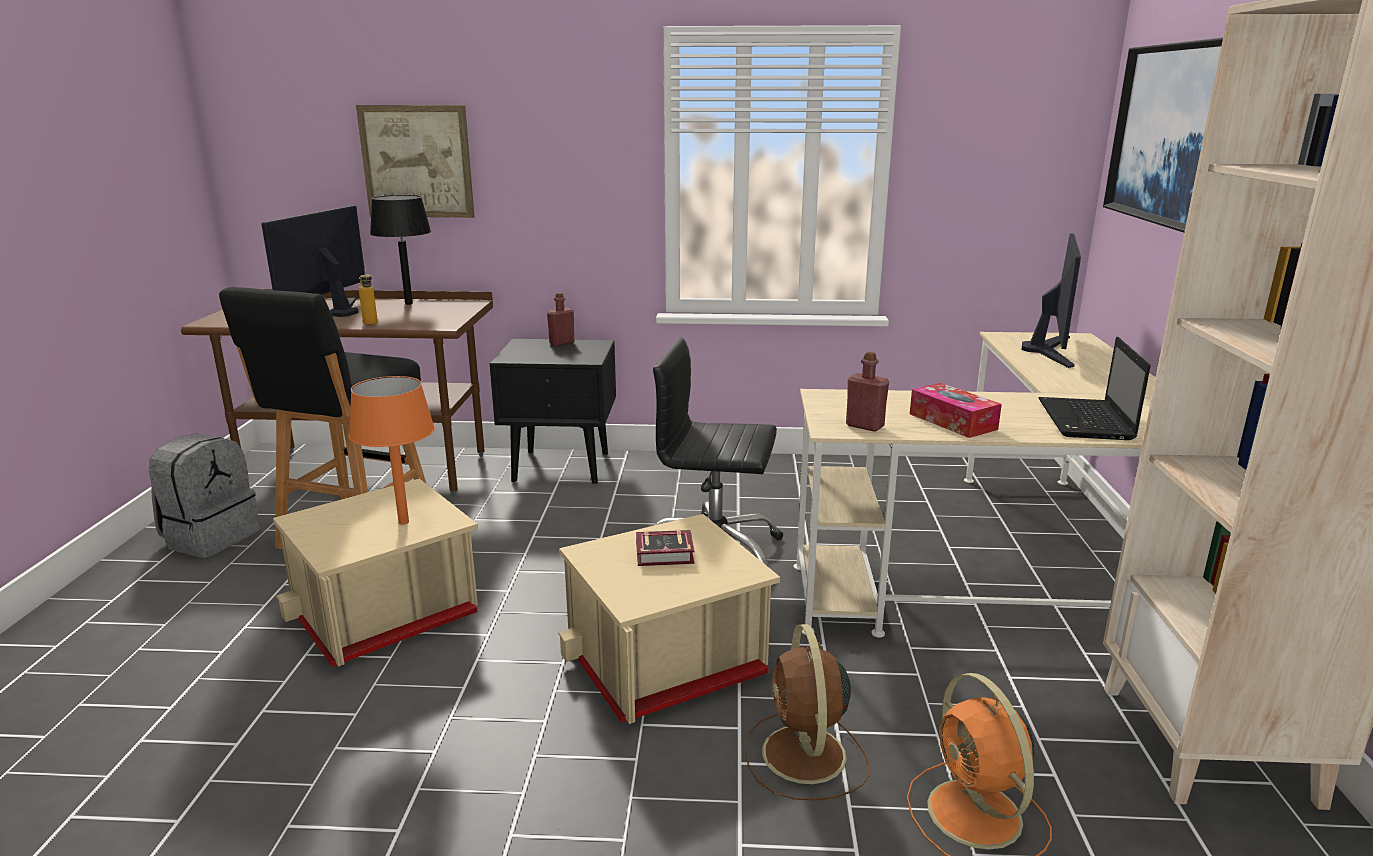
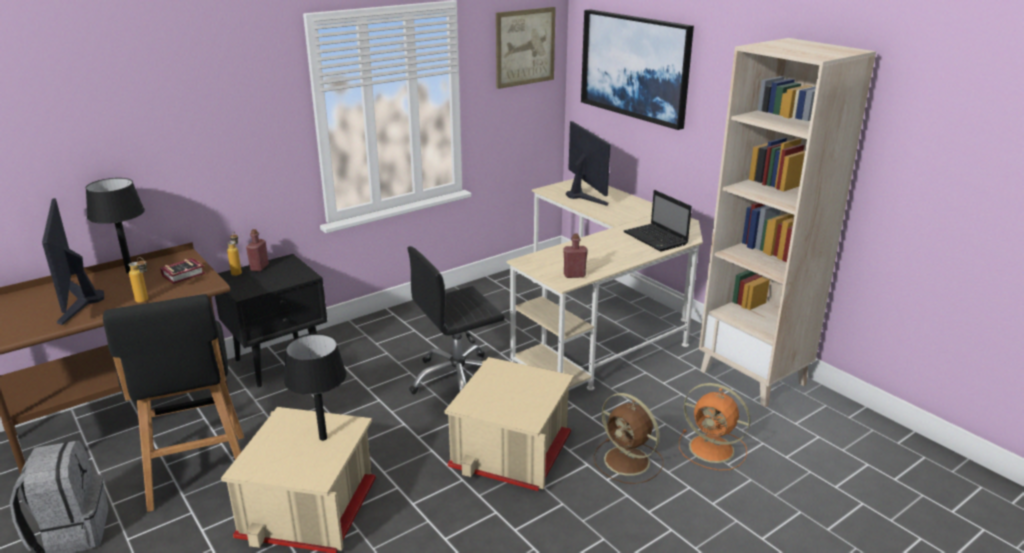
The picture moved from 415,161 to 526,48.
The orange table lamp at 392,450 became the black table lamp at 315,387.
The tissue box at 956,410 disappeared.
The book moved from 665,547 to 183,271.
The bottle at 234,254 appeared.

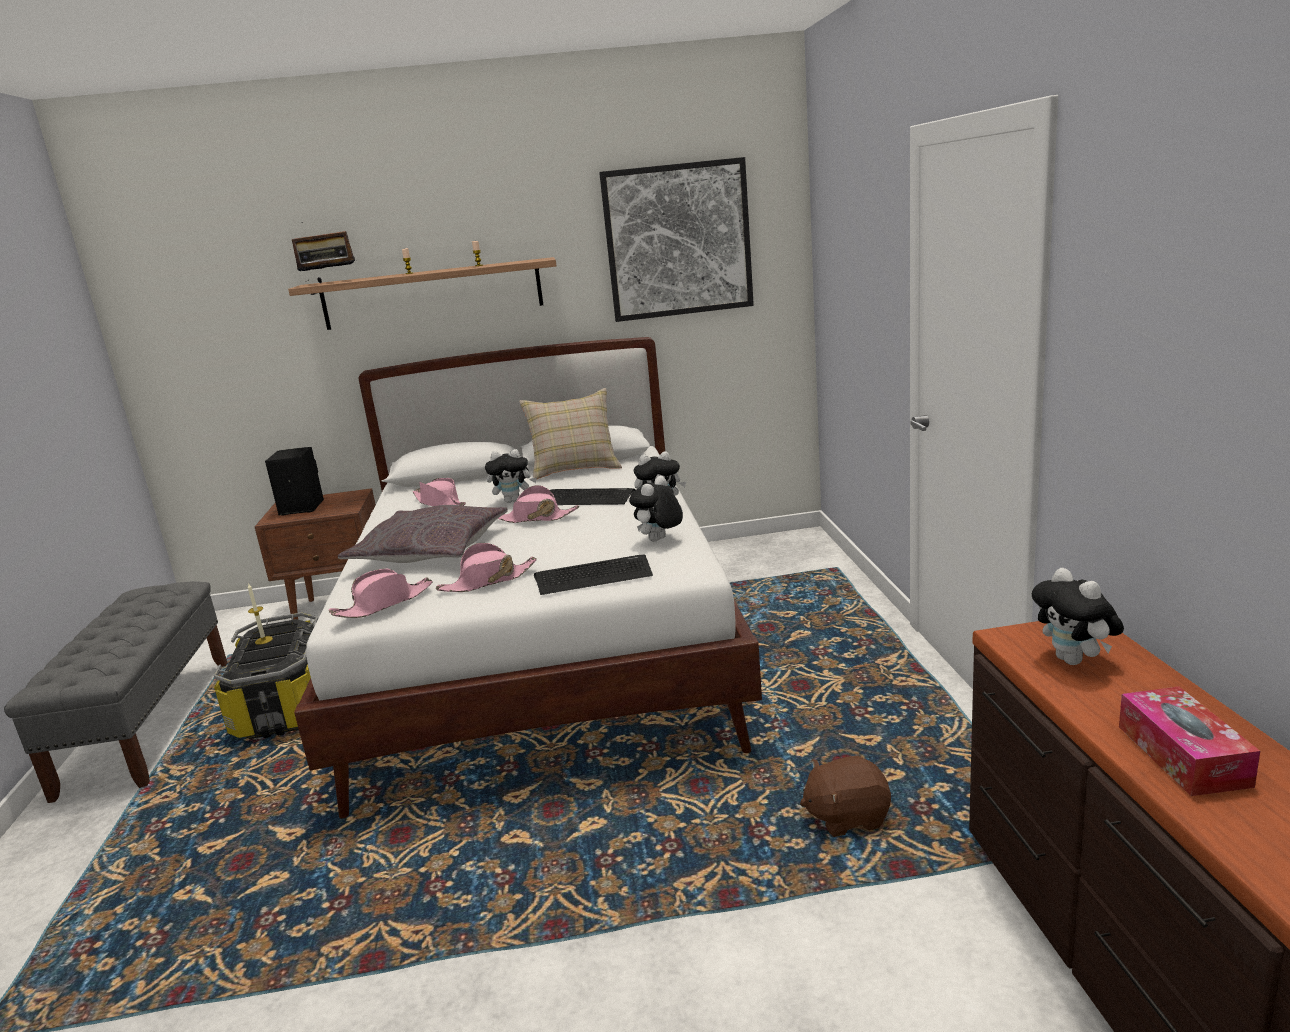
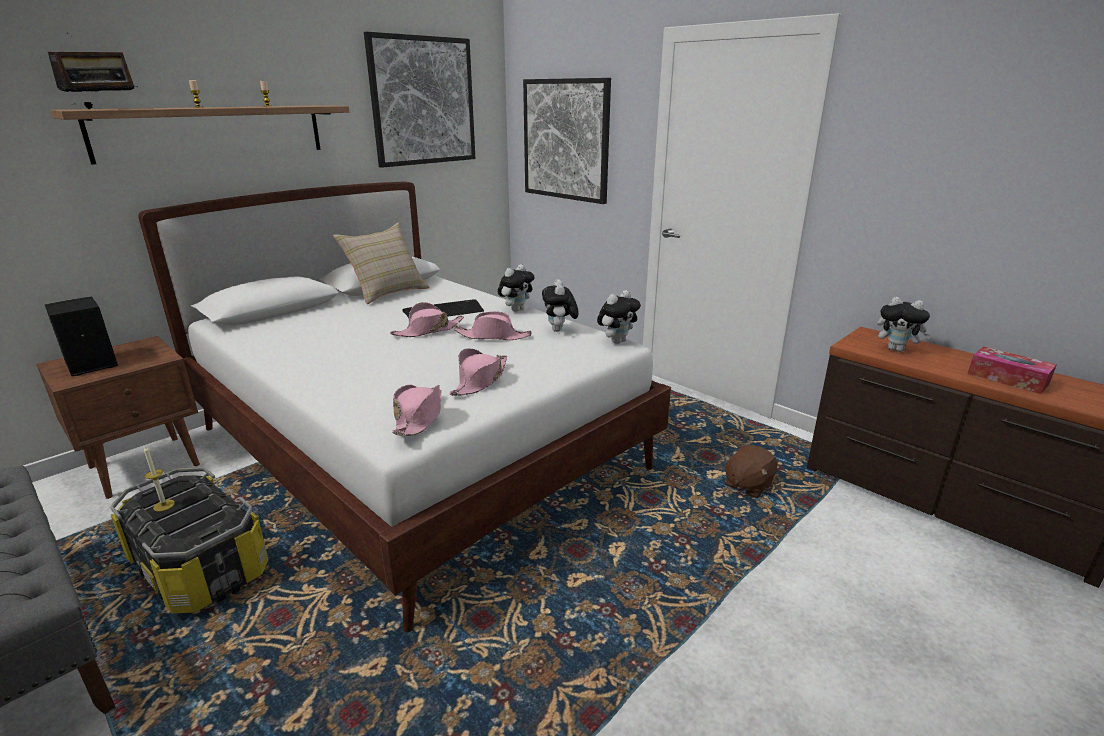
The plush toy moved from 511,476 to 619,317.
The pink hat moved from 439,492 to 492,325.
The grey pillow at 423,534 disappeared.
The keyboard at 593,575 disappeared.
The picture at 567,141 appeared.

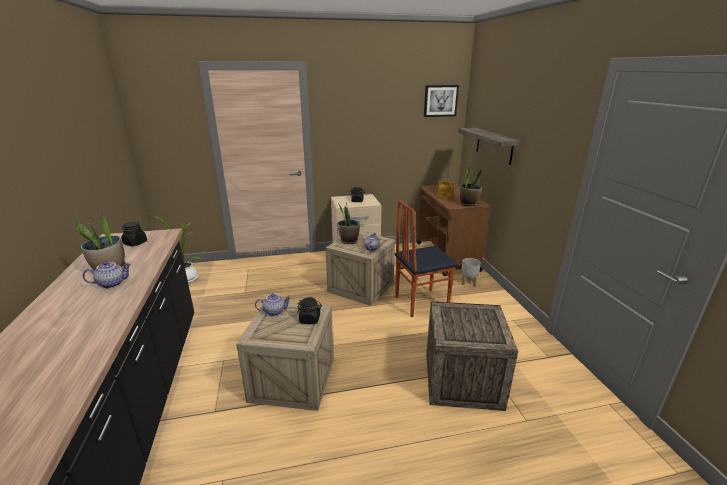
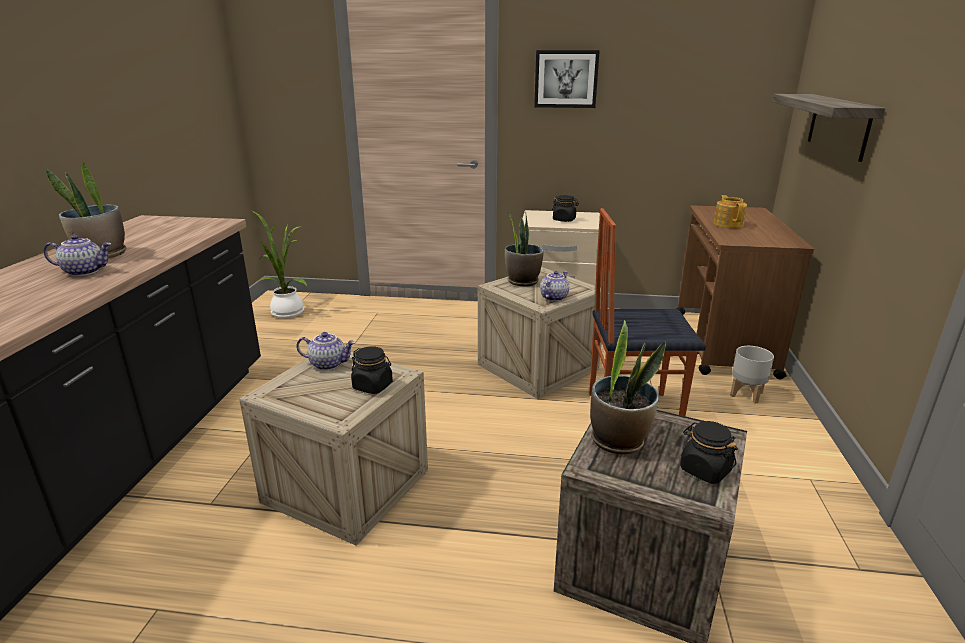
The picture moved from 441,101 to 567,79.
The potted plant moved from 471,186 to 628,387.
The black jar moved from 134,234 to 709,452.

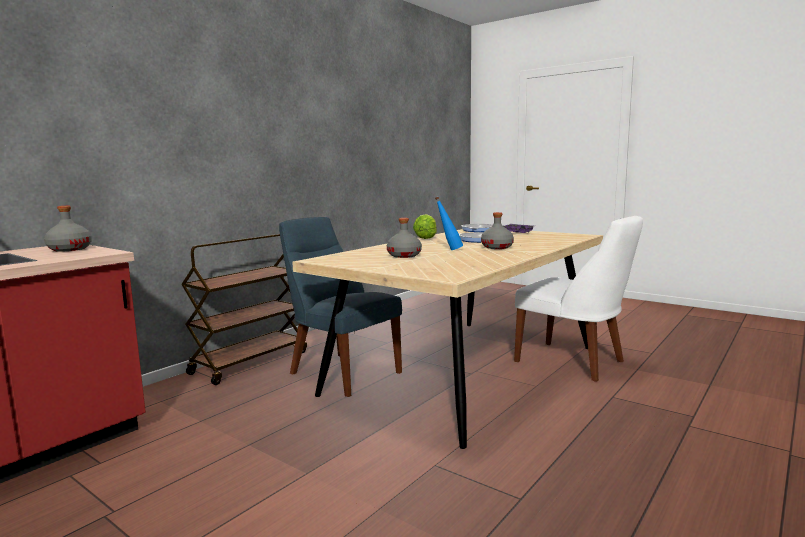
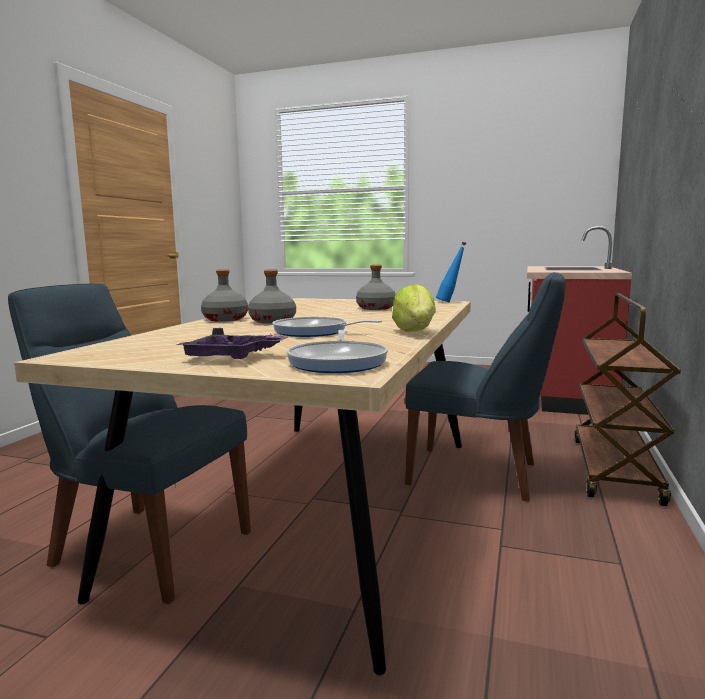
The blue bottle moved from 449,223 to 451,272.
The grey bottle moved from 68,229 to 224,295.
The white chair at 578,299 became the blue chair at 129,444.

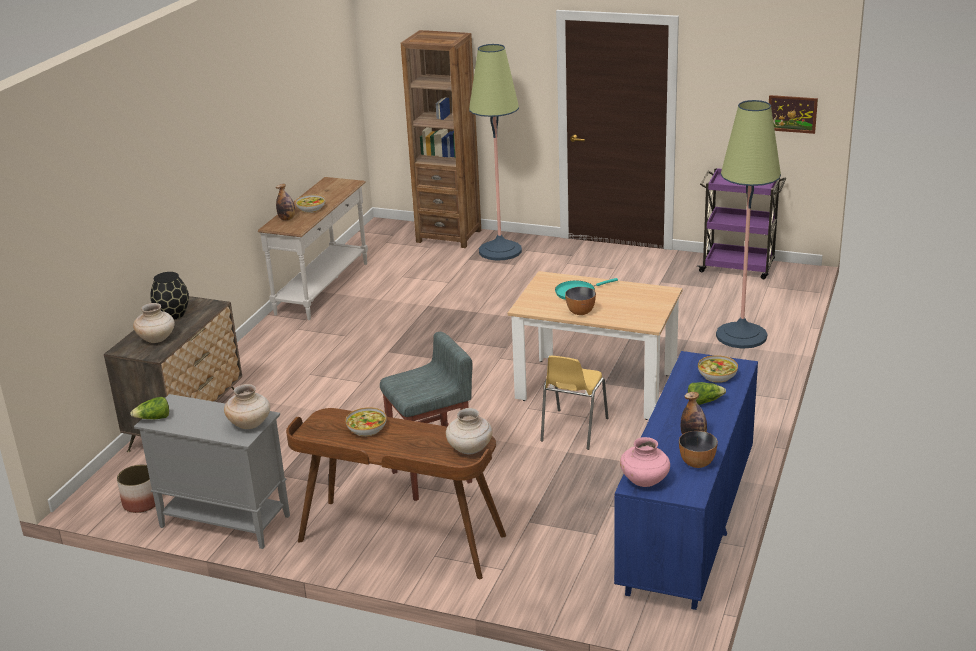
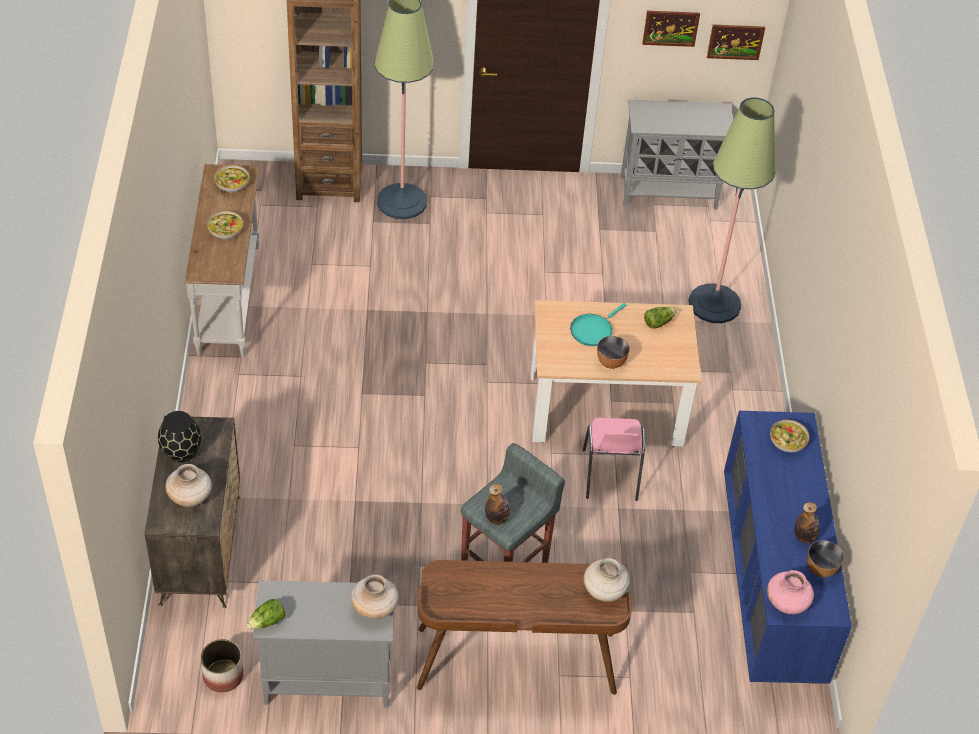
The purple cart at 741,223 was replaced by the grey cabinet at 677,155.
The bottle moved from 285,202 to 497,504.
The yellow chair at 574,403 became the pink chair at 614,459.
The lettuce moved from 707,393 to 660,318.
The bowl moved from 366,422 to 231,178.
The picture at 671,29 appeared.

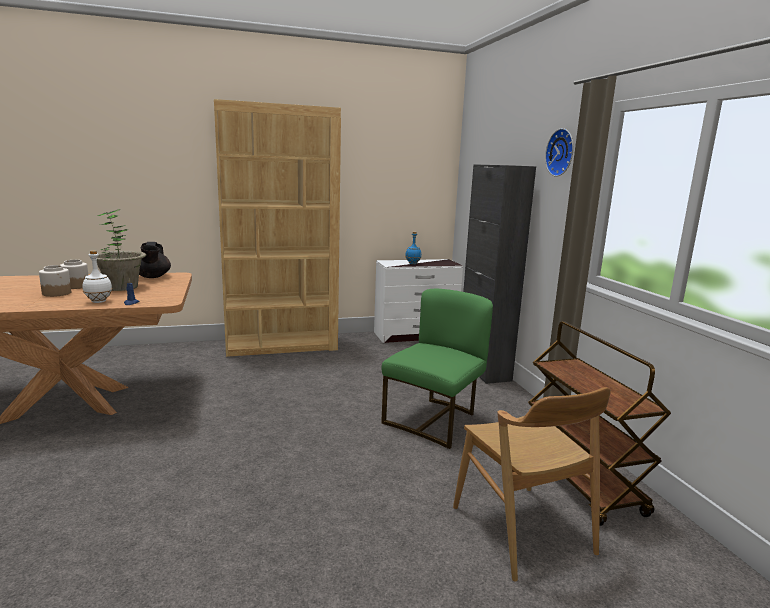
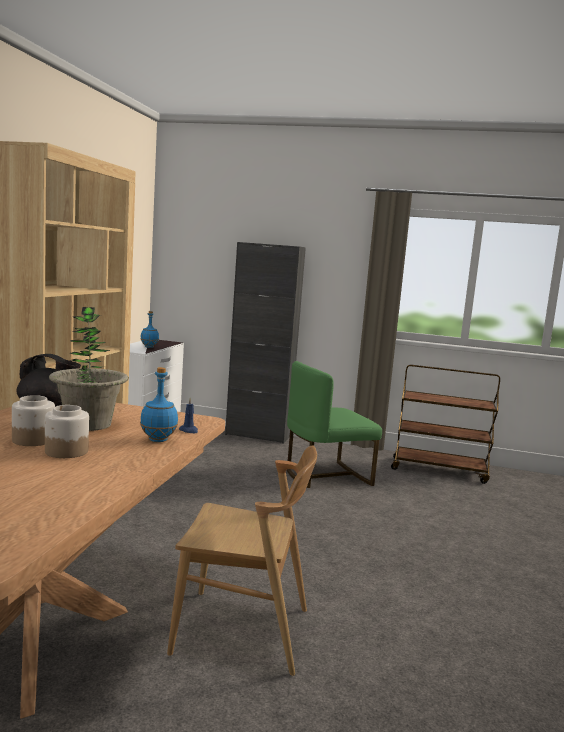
The wall clock at 559,152 disappeared.
The white bottle at 97,277 became the blue bottle at 159,404.
The green chair at 437,369 turned 90 degrees counterclockwise.
The brown chair moved from 532,484 to 242,560.

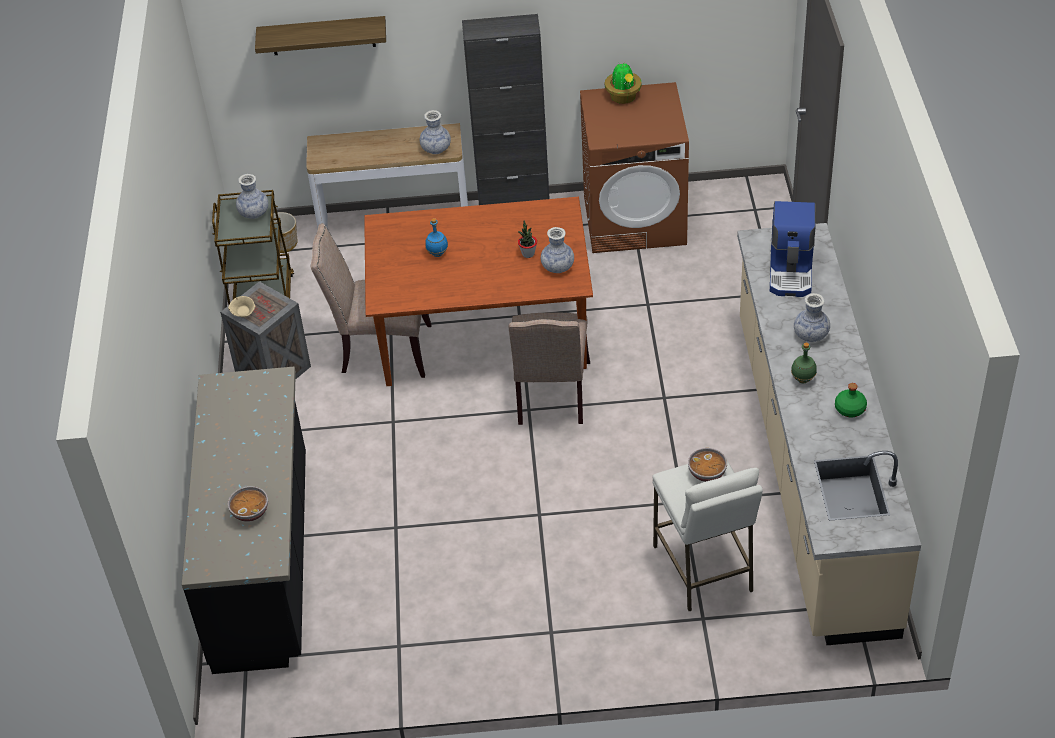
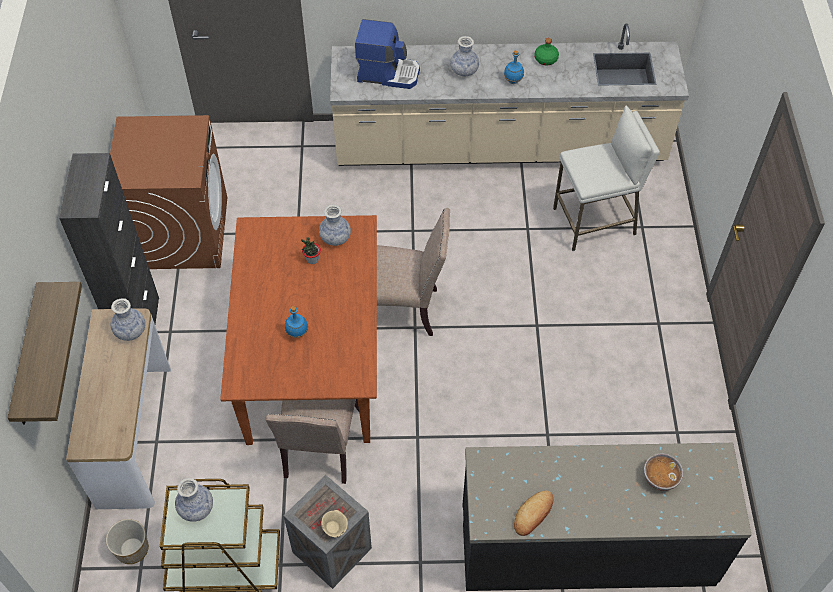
The potted plant at 623,83 disappeared.
The green bottle at 804,363 became the blue bottle at 514,67.
The bowl at 707,465 disappeared.
The bread at 533,513 appeared.

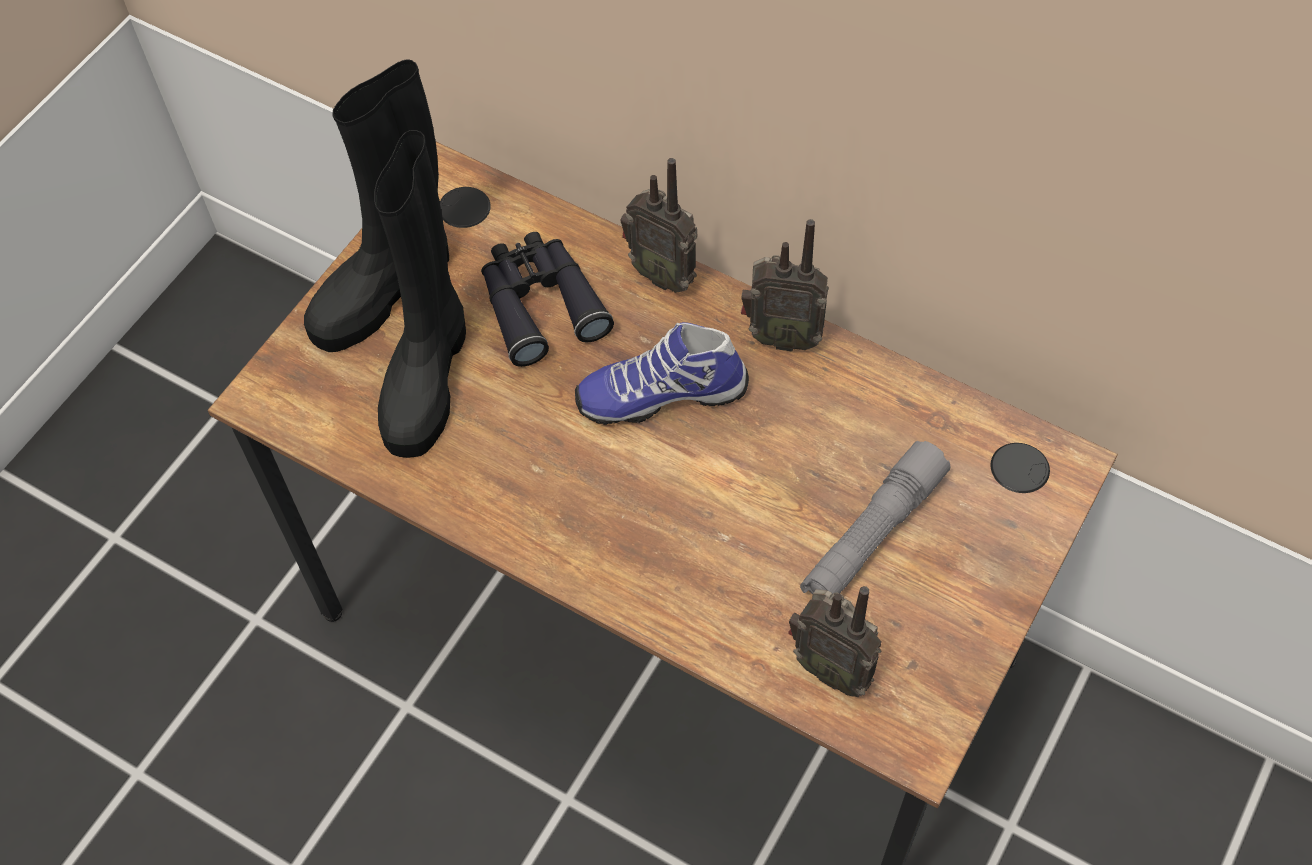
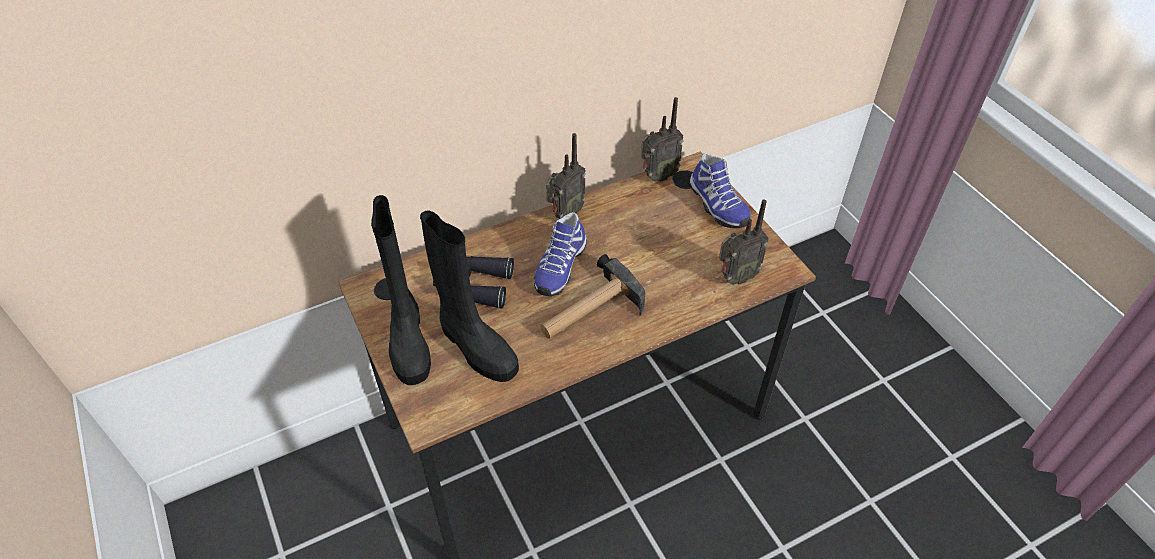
The radio moved from 658,225 to 662,139.
The grey flashlight at 875,517 disappeared.
The shoe at 720,190 appeared.
The hammer at 593,296 appeared.

